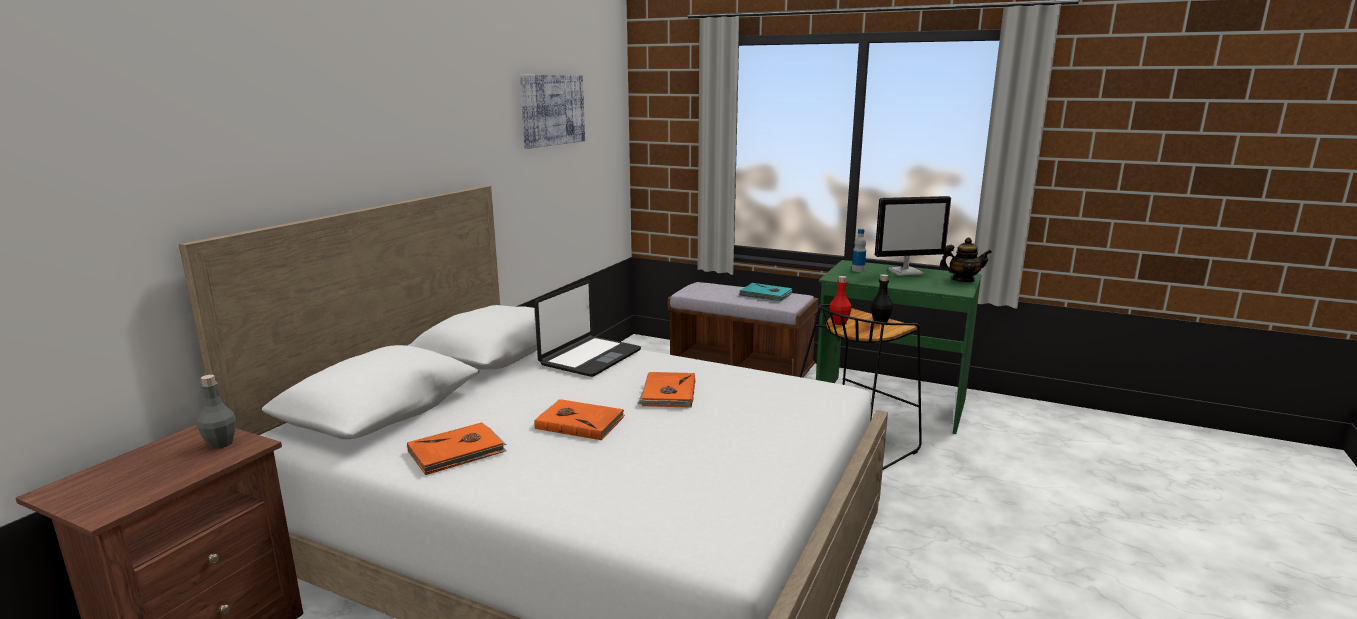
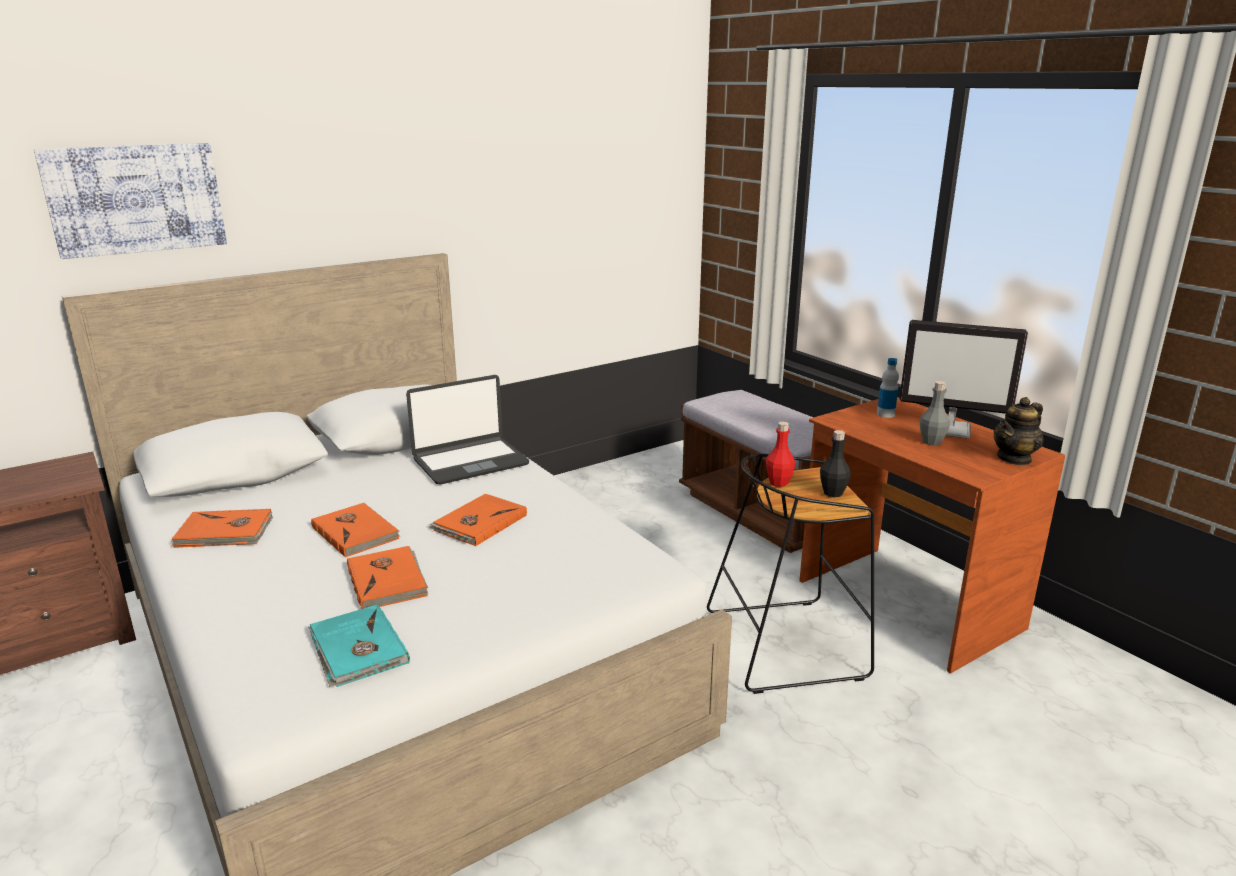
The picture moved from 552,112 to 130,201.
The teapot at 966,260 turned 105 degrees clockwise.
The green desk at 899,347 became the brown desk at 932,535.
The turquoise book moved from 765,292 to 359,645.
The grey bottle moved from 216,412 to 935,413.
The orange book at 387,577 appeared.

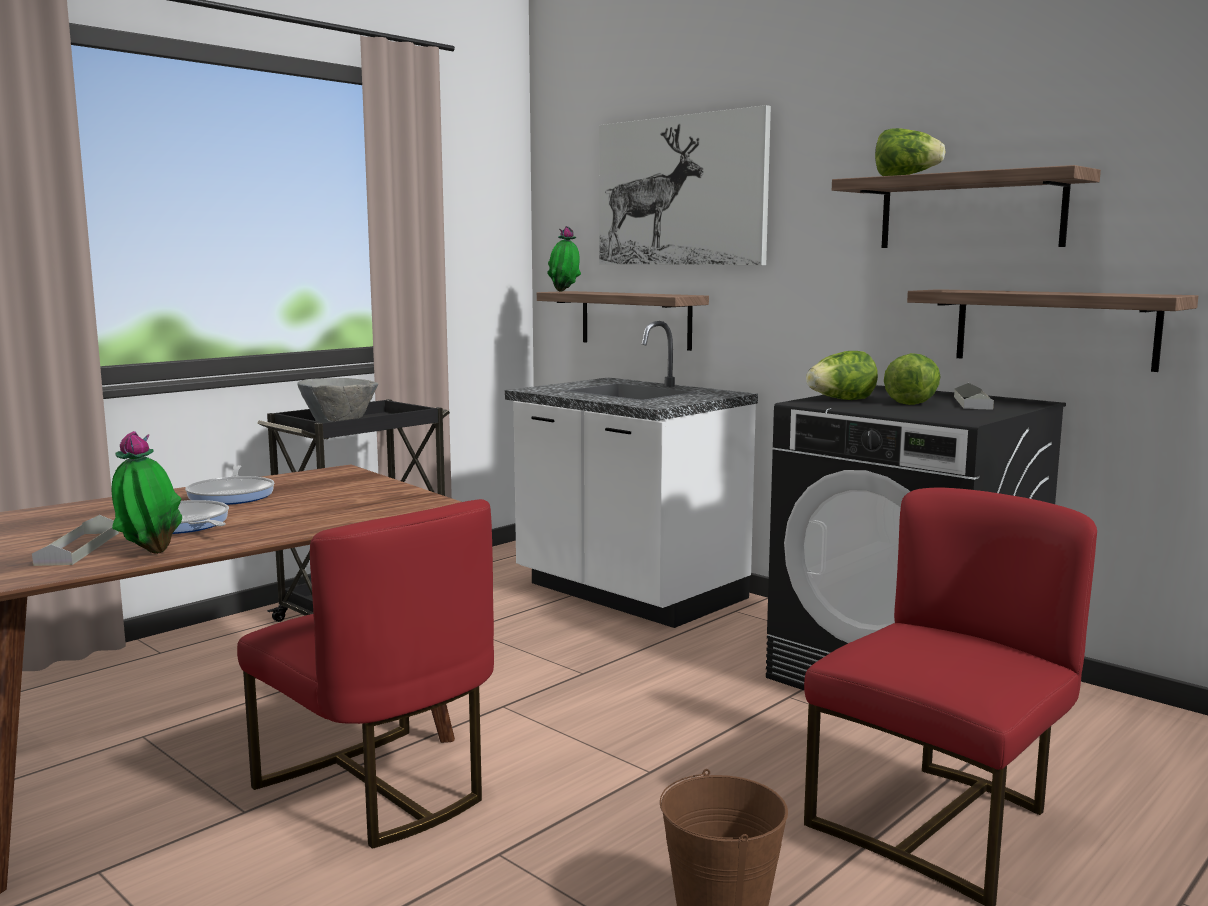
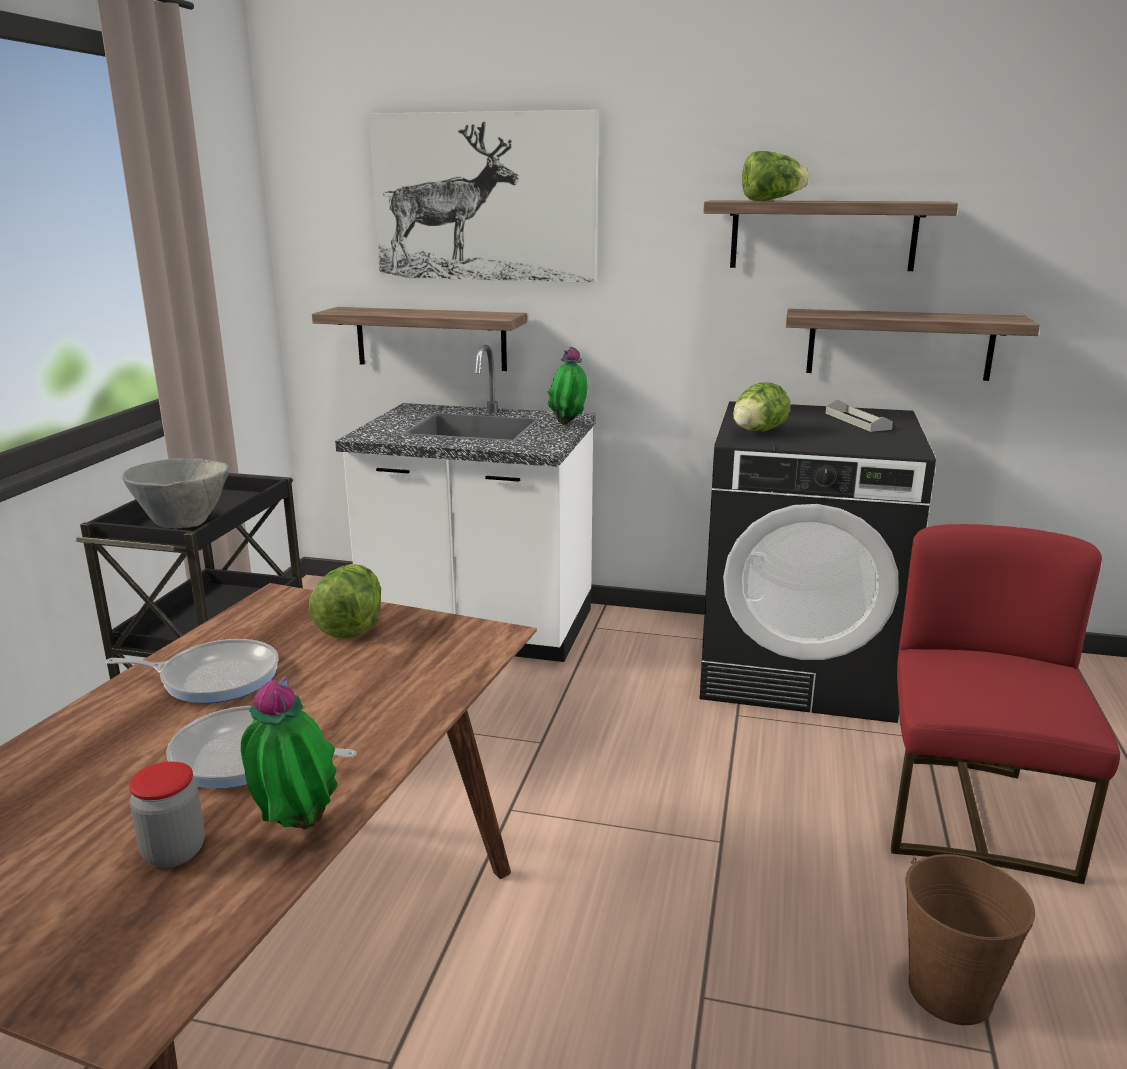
The potted plant moved from 564,259 to 567,385.
The lettuce moved from 912,379 to 345,601.
The frying pan at 229,485 turned 45 degrees counterclockwise.
The red chair at 365,674 disappeared.
The grey tray at 75,540 was replaced by the jar at 167,815.

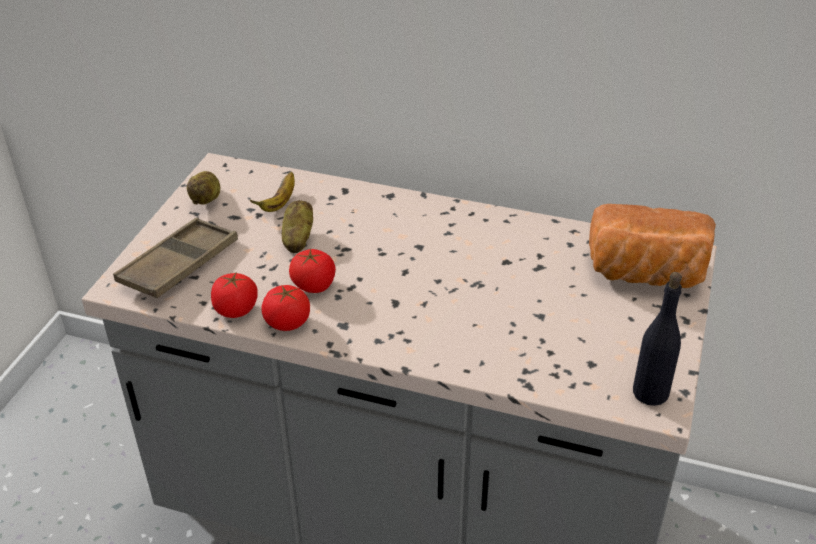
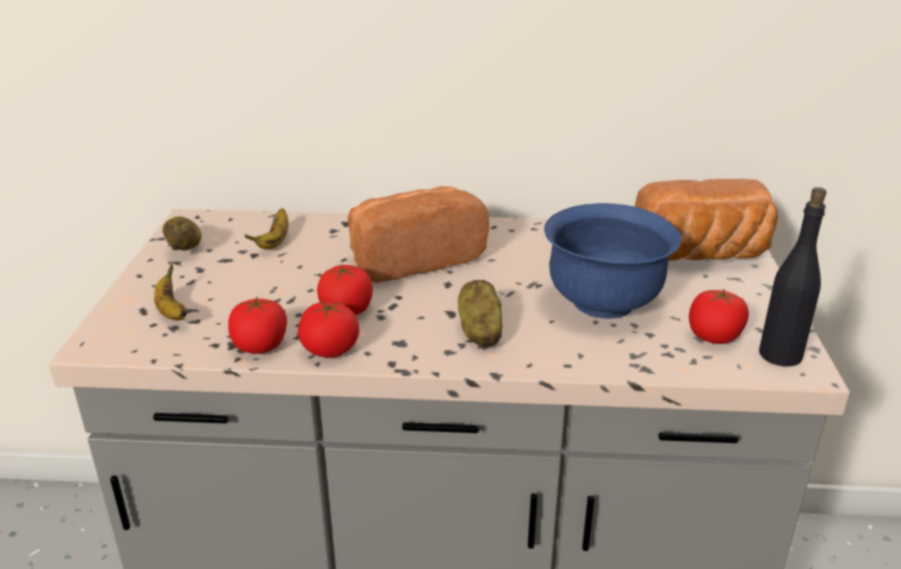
The potato moved from 297,226 to 480,313.
The brown tray at 175,258 was replaced by the banana at 171,292.
The bread at 418,234 appeared.
The blue bowl at 613,261 appeared.
The tomato at 719,316 appeared.

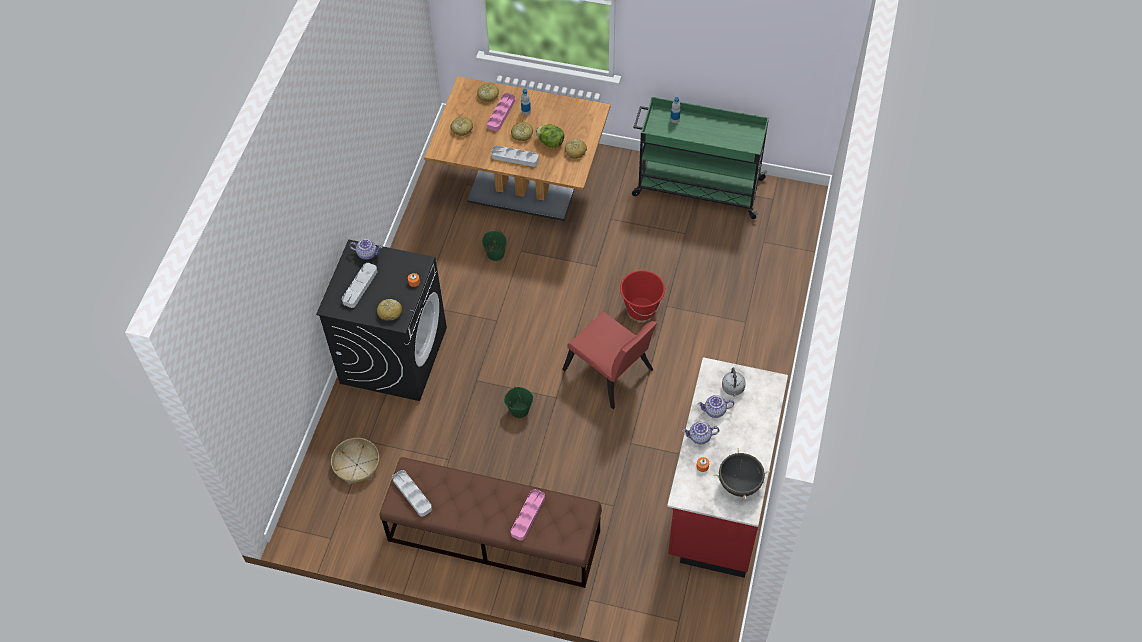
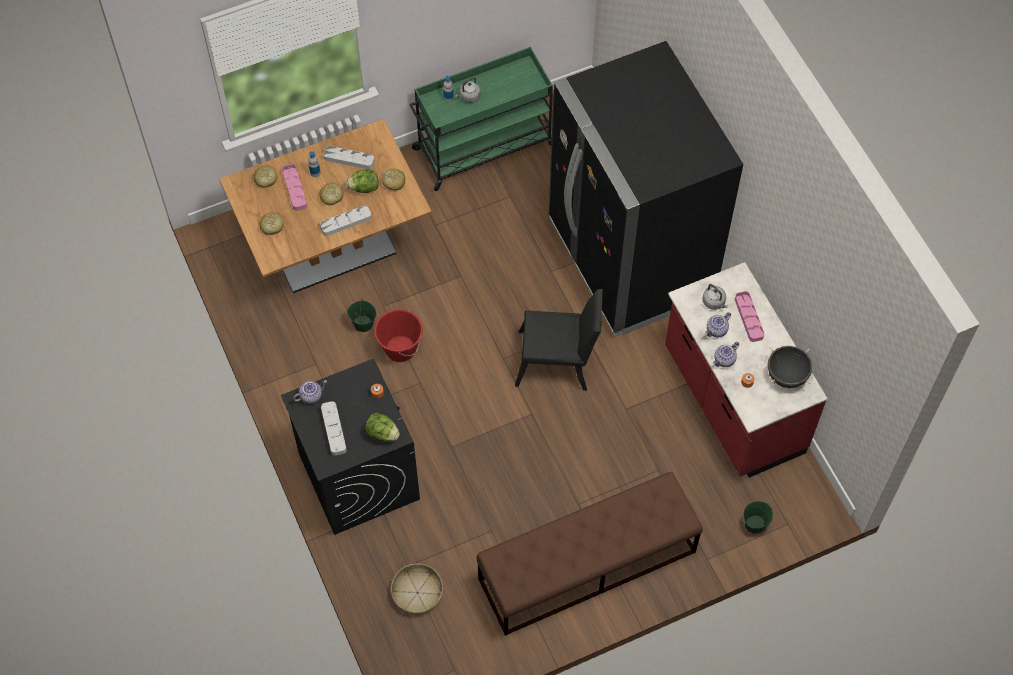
The red bucket moved from 642,295 to 398,335.
The bread at 389,310 was replaced by the lettuce at 382,427.
The red chair at 609,360 became the black chair at 559,340.
The green bucket moved from 518,402 to 758,517.
The grey tray moved from 412,493 to 349,157.
The pink tray moved from 528,515 to 749,316.
The black fridge at 646,188 appeared.
The grey kettle at 468,90 appeared.

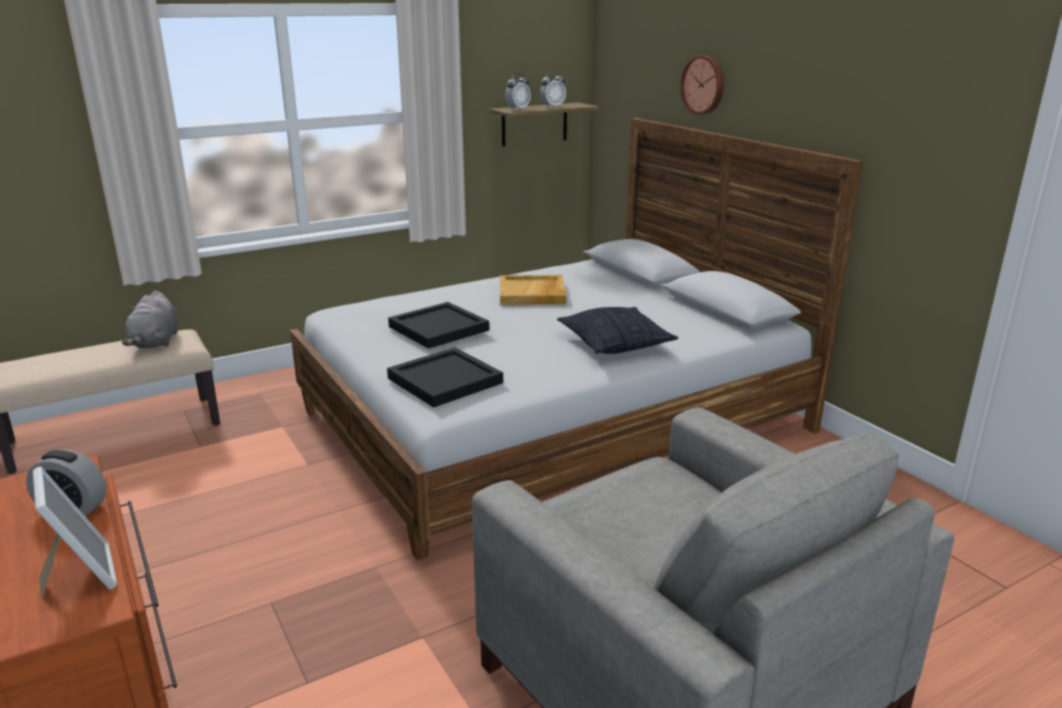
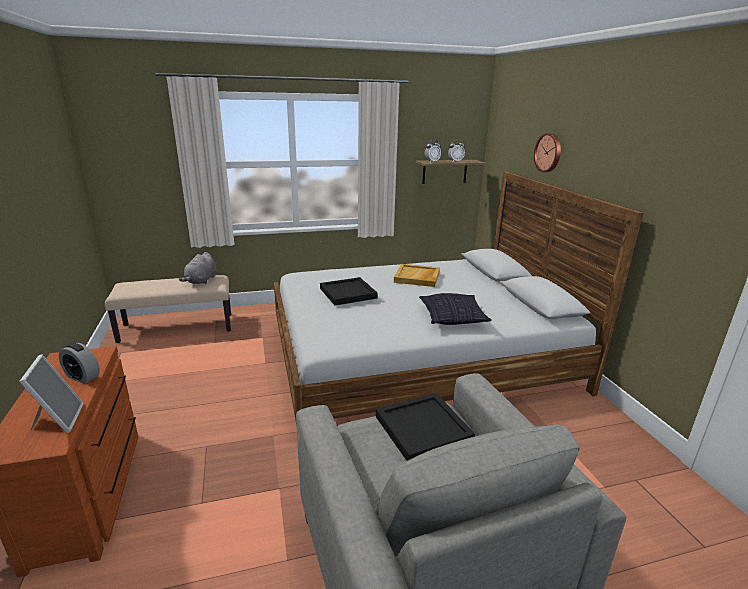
The black tray moved from 445,377 to 425,427.

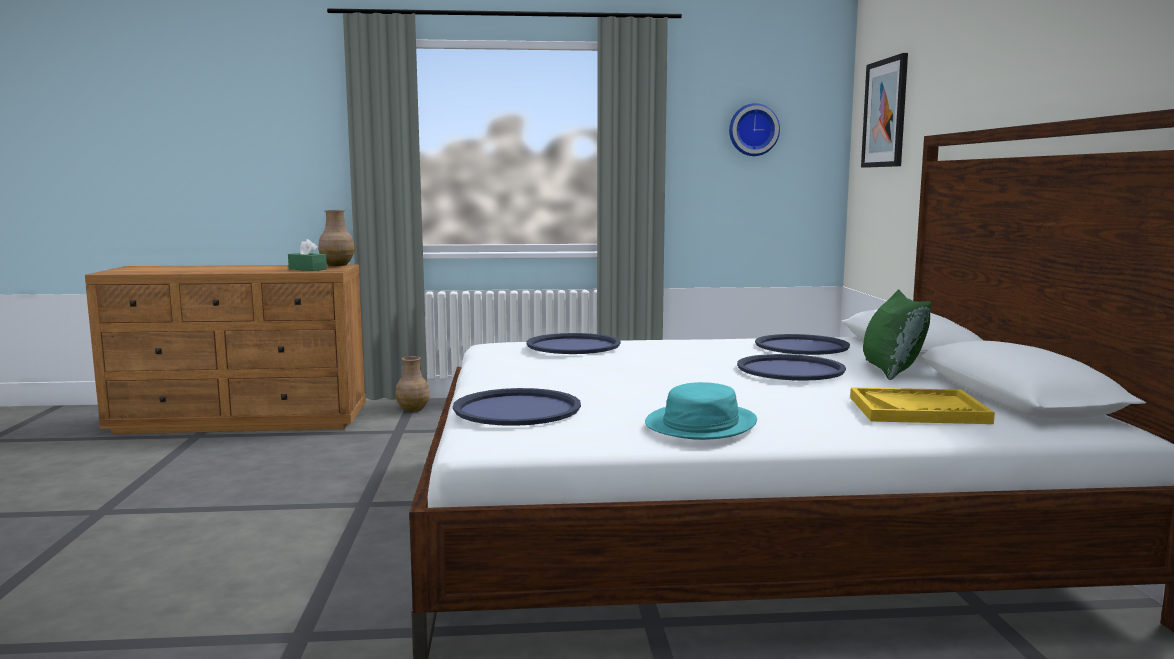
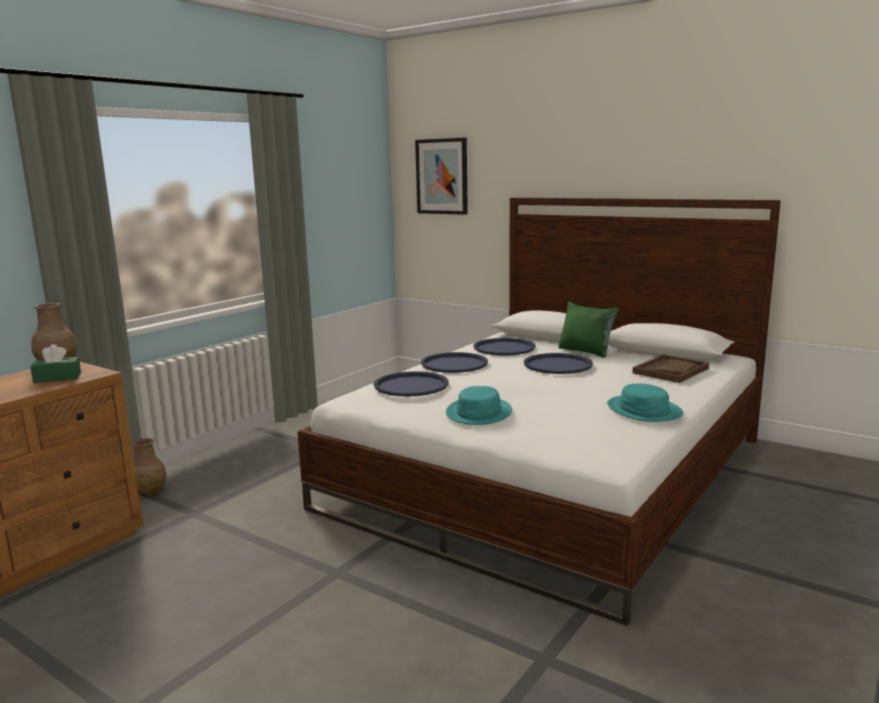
The wall clock at 754,129 disappeared.
The yellow tray at 922,405 became the brown tray at 670,368.
The blue tray moved from 517,407 to 454,362.
The turquoise hat at 479,405 appeared.

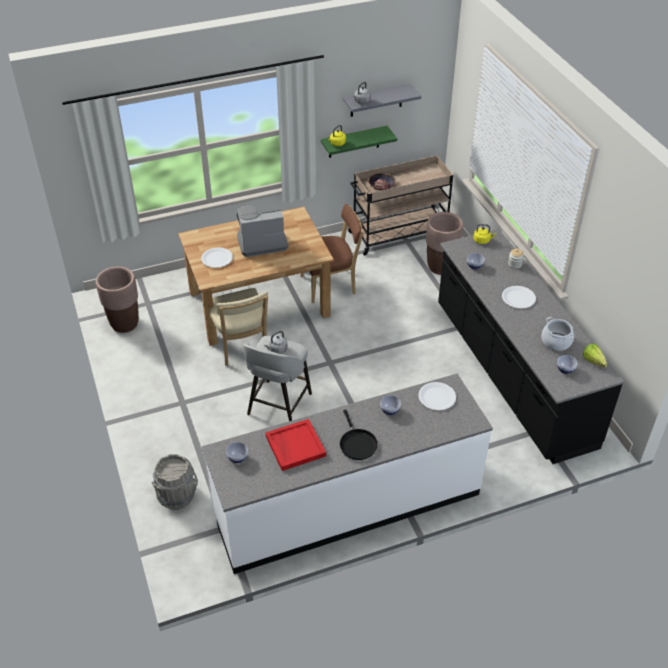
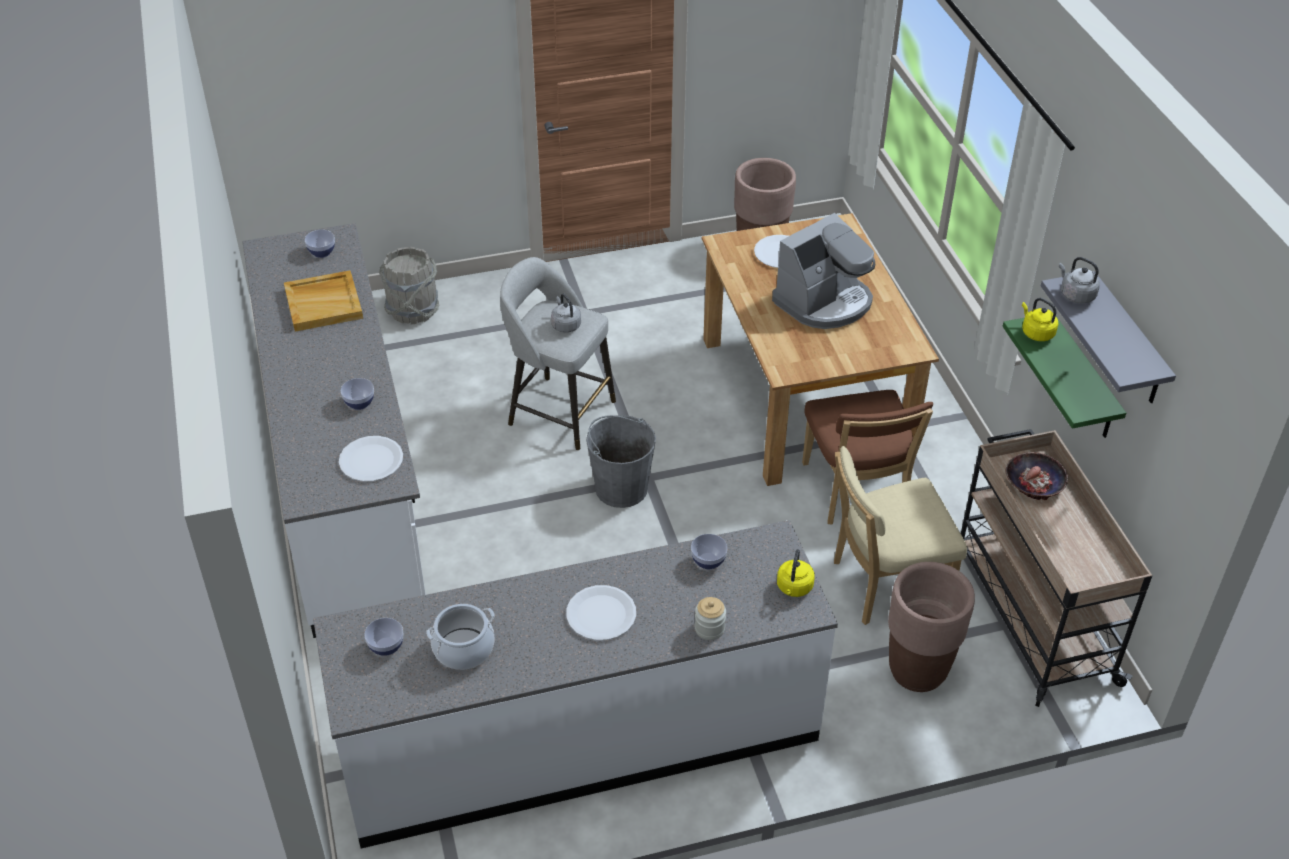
The coffee machine at 263,231 turned 60 degrees clockwise.
The black counter at 531,346 became the white counter at 575,684.
The beige chair moved from 238,327 to 900,535.
The lettuce at 595,356 disappeared.
The black frying pan at 359,435 disappeared.
The red tray at 296,445 became the beige tray at 323,300.
The grey bucket at 621,461 appeared.

